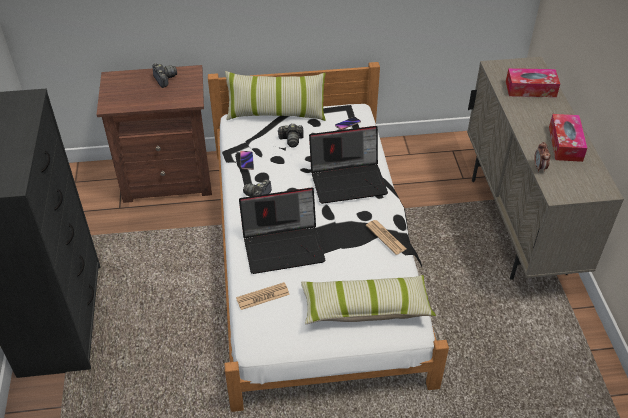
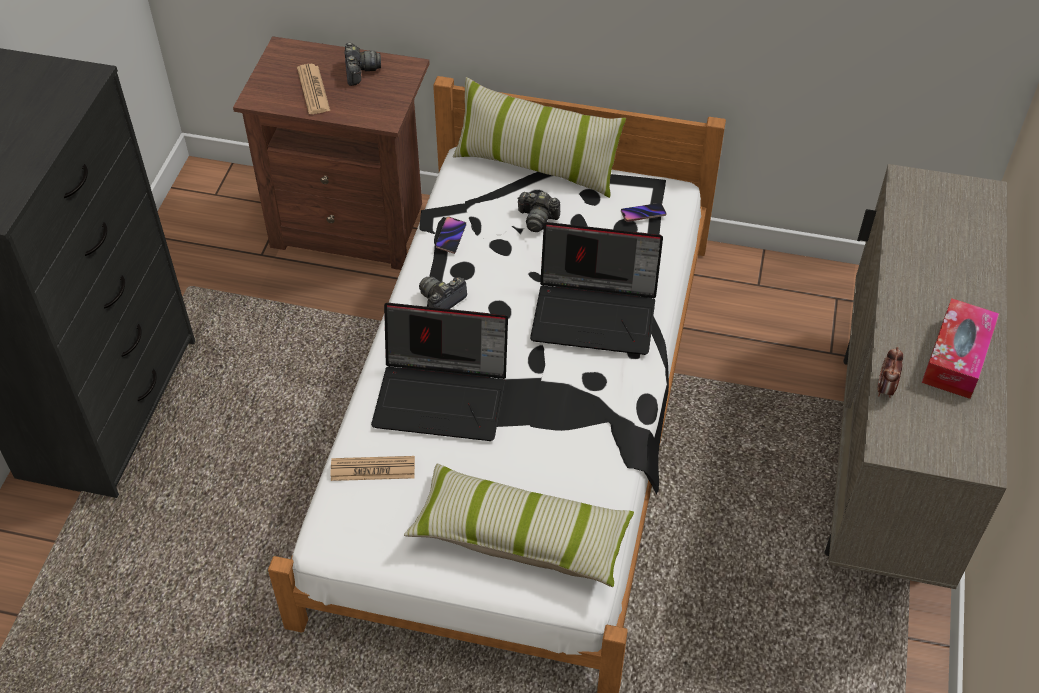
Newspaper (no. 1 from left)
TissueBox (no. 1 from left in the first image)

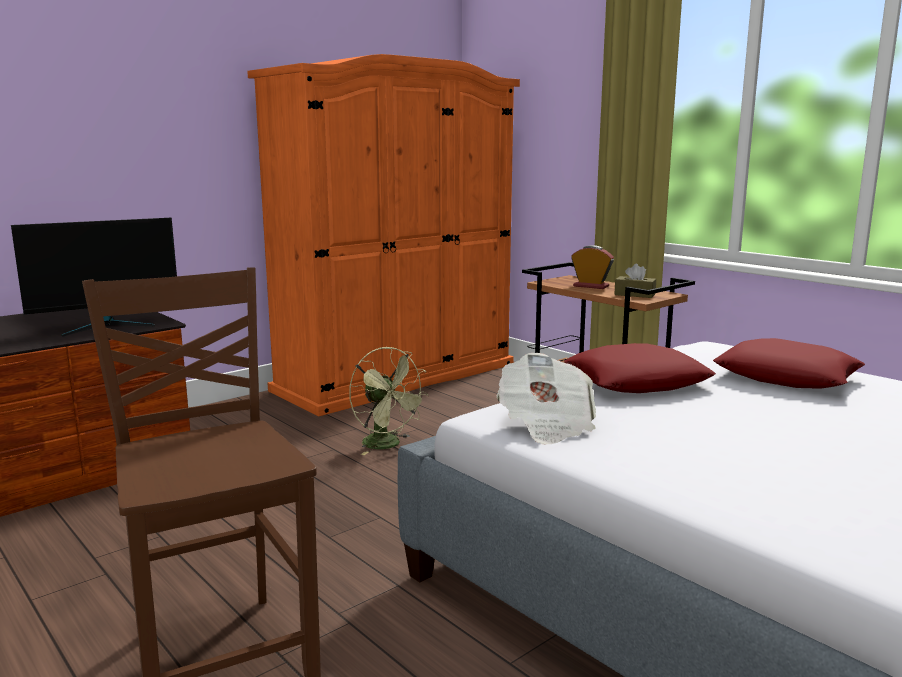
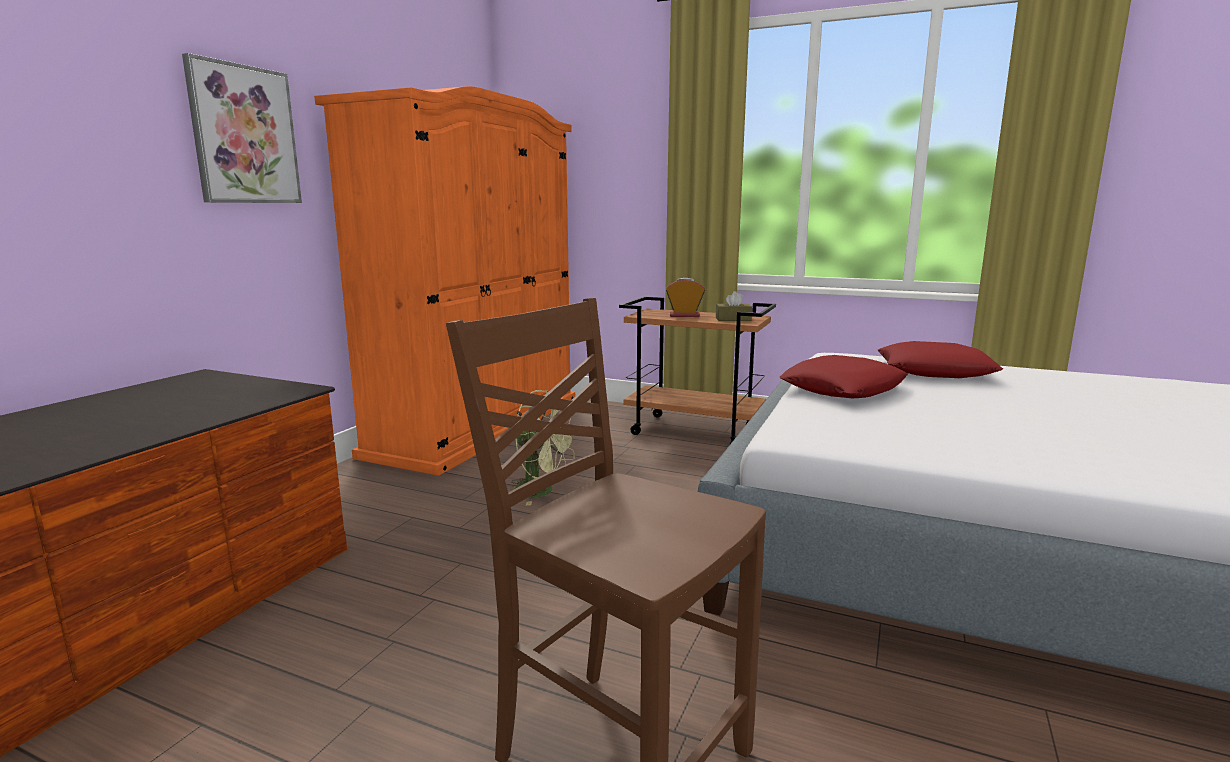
Picture
Monitor
Newspaper

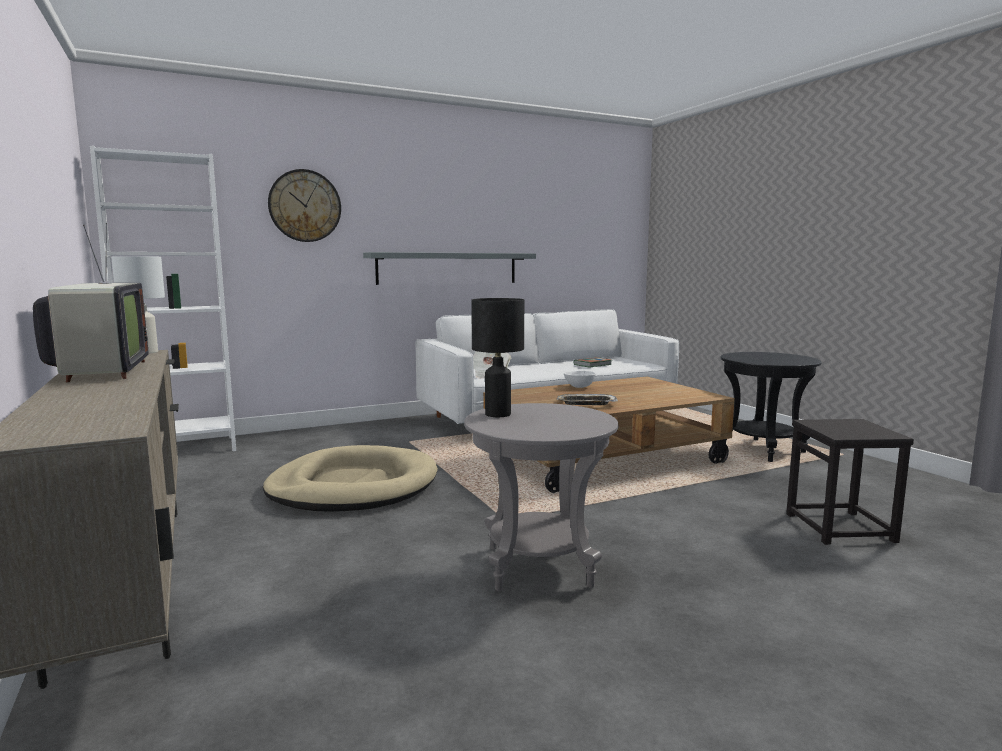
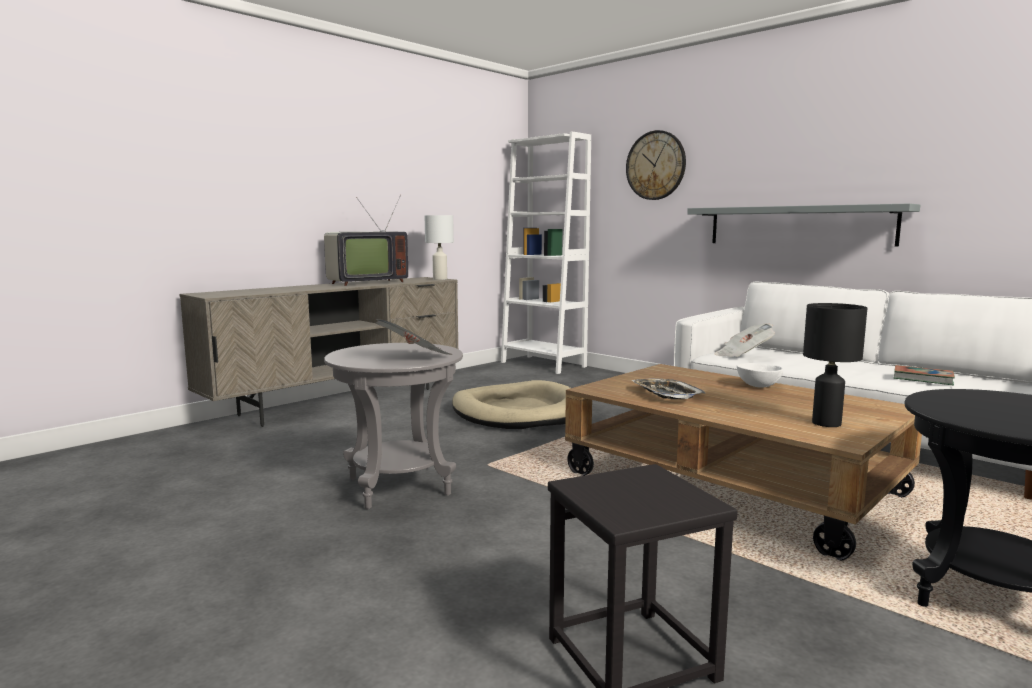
Newspaper (no. 1 from left)
BlackTableLamp

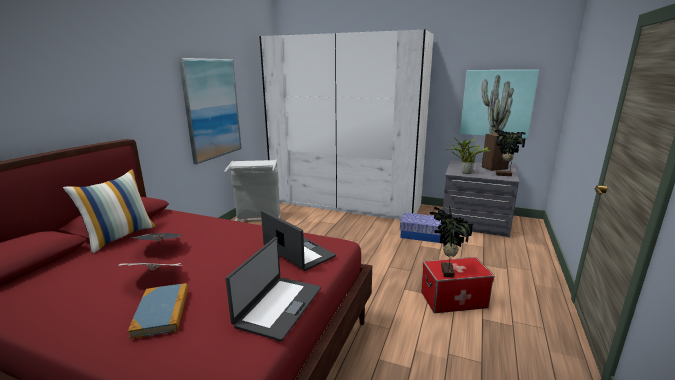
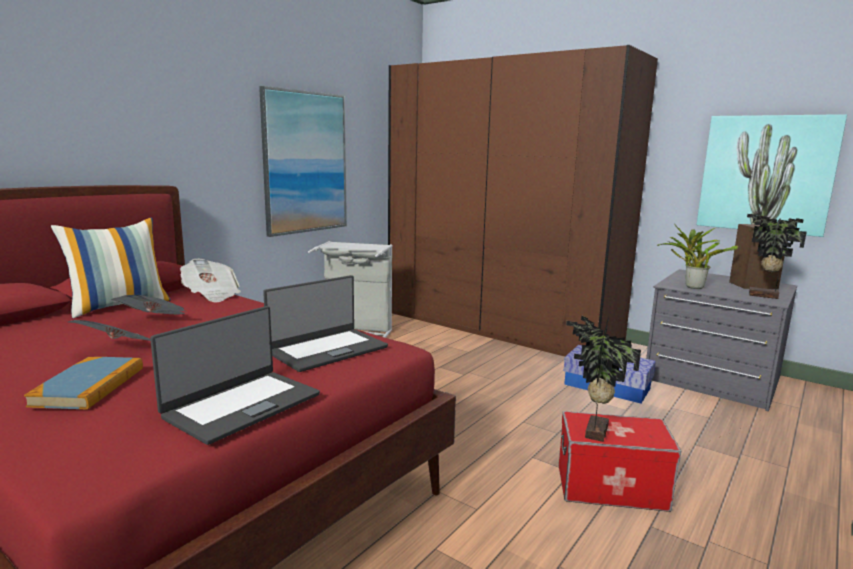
Newspaper (no. 3 from left)
Laptop (no. 2 from left)
BrownWardrobe

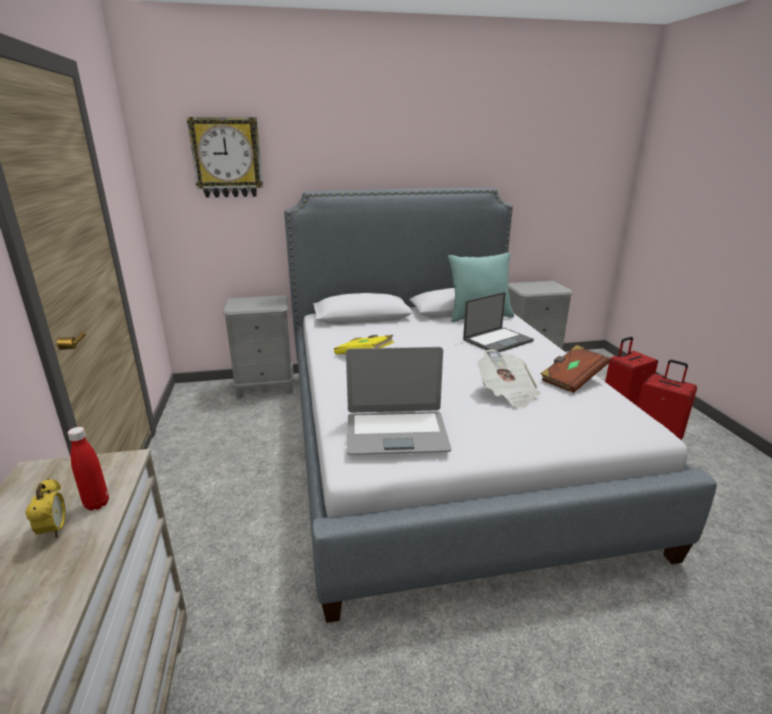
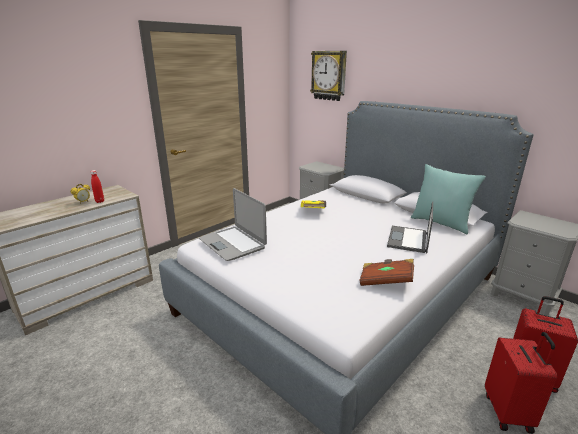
Laptop (no. 2 from left)
Newspaper

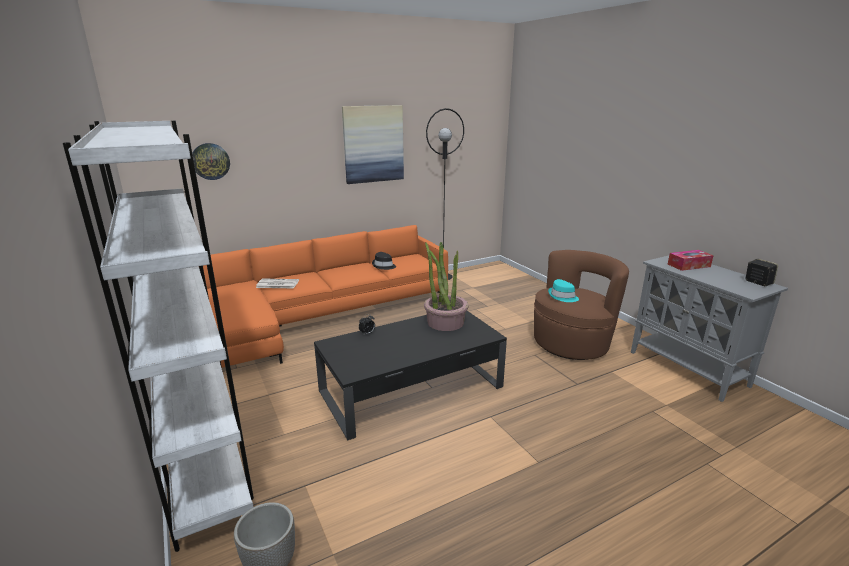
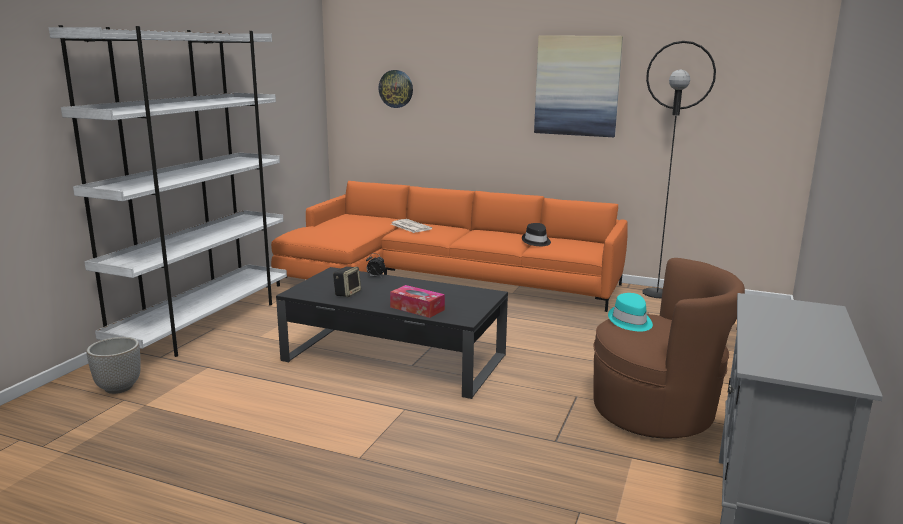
Speaker
TissueBox
PottedPlant

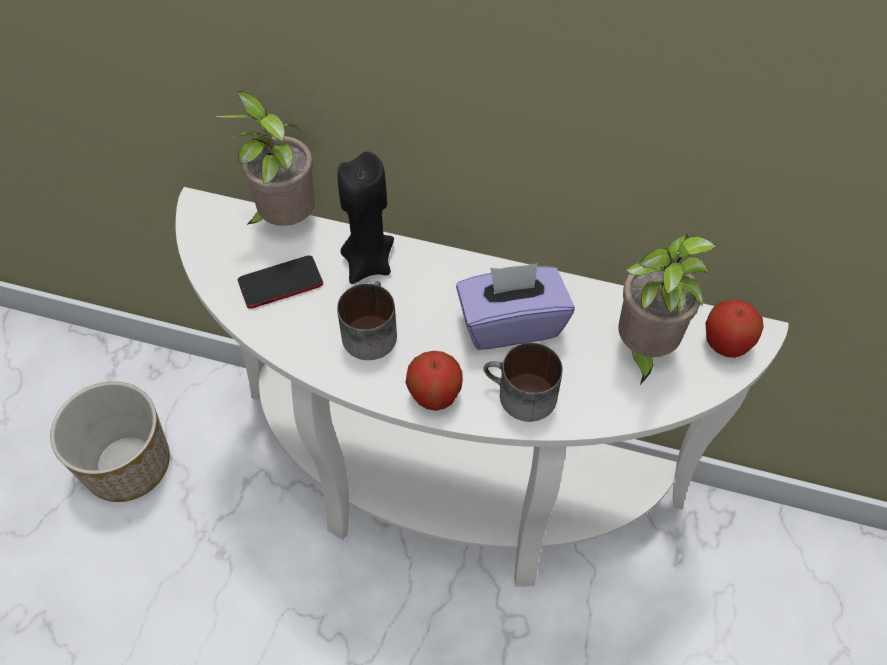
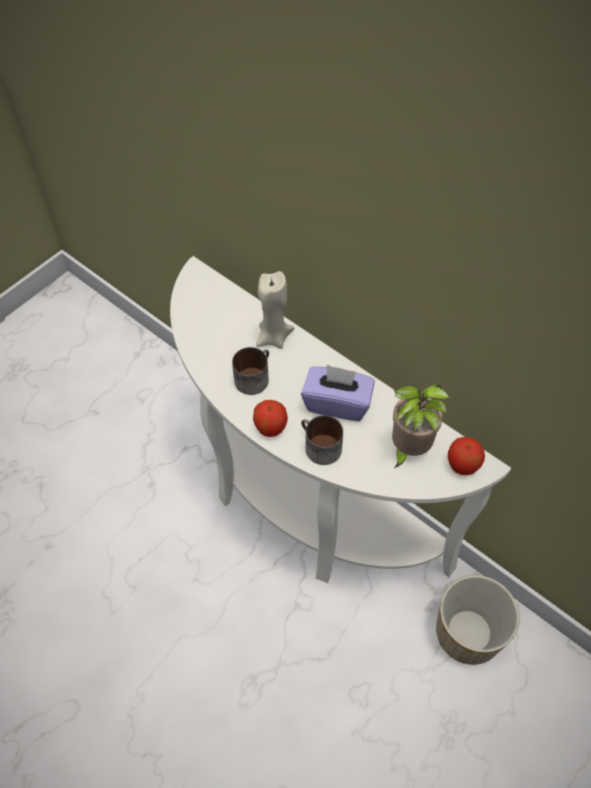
BeigeCandle
Planter
PottedPlant (no. 1 from left in the first image)
Phone

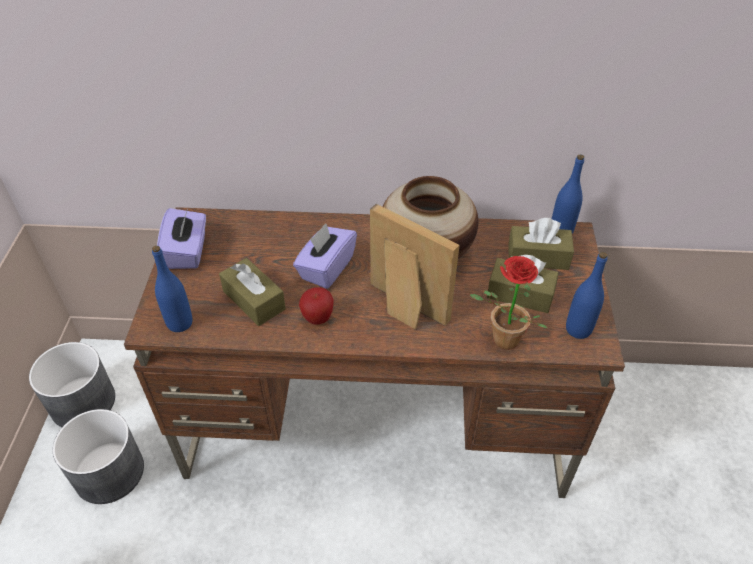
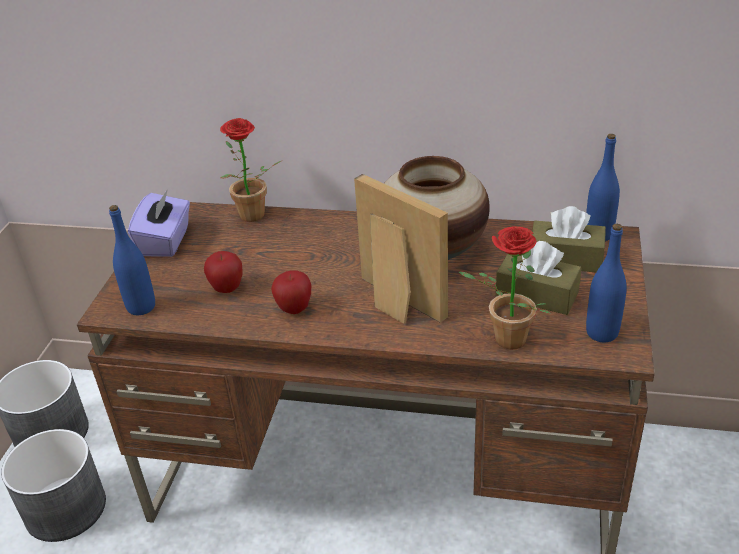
Apple (no. 1 from left)
PottedPlant (no. 1 from left)
PurpleTissueBox (no. 2 from left in the first image)

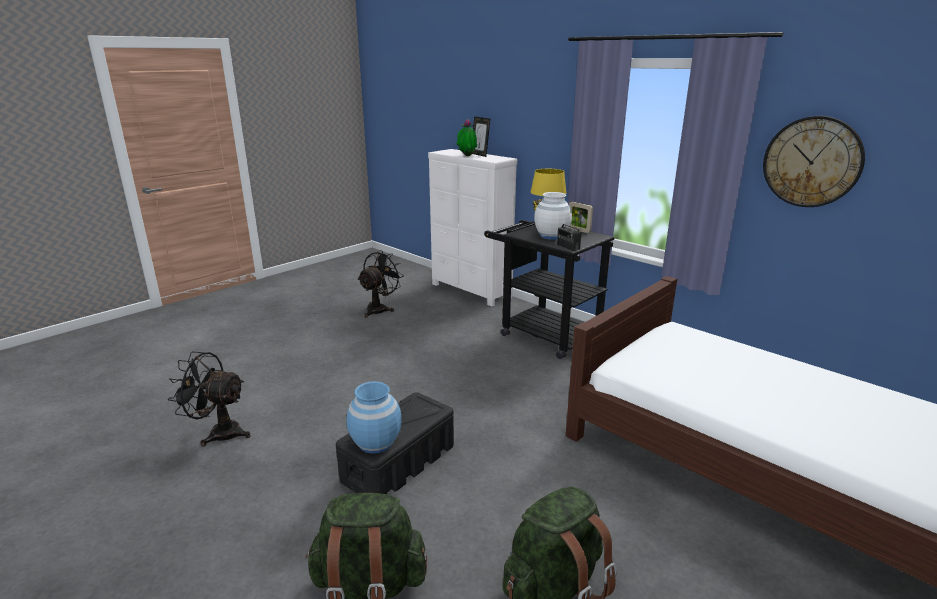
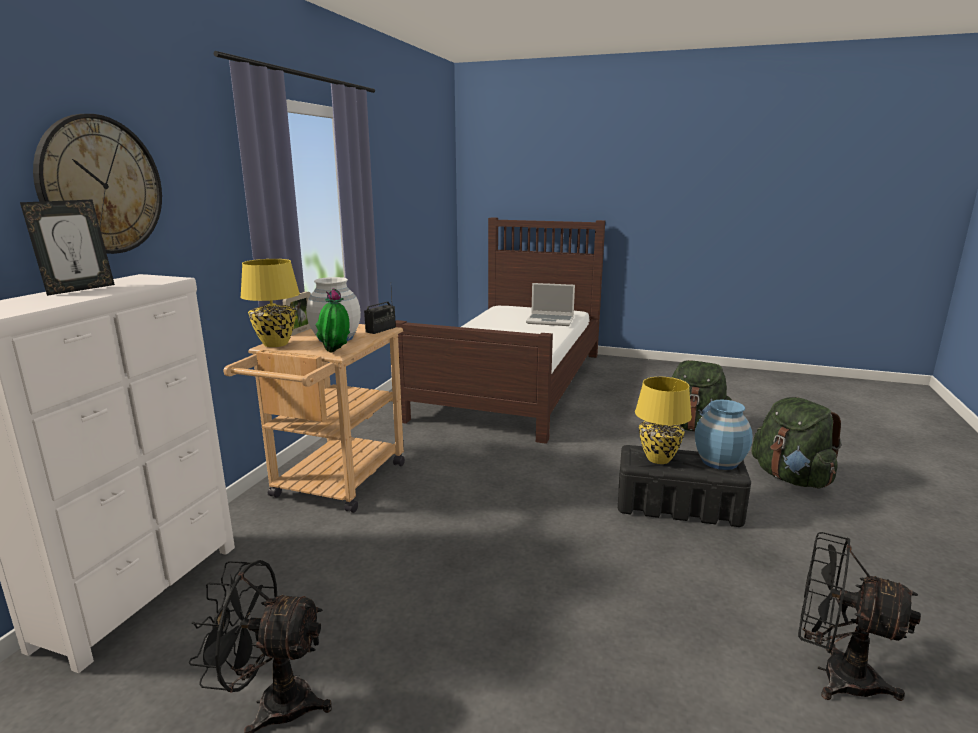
WallClock
BeigeCart
PottedPlant
Laptop
YellowTableLamp (no. 2 from left)
BlackFan (no. 2 from left)

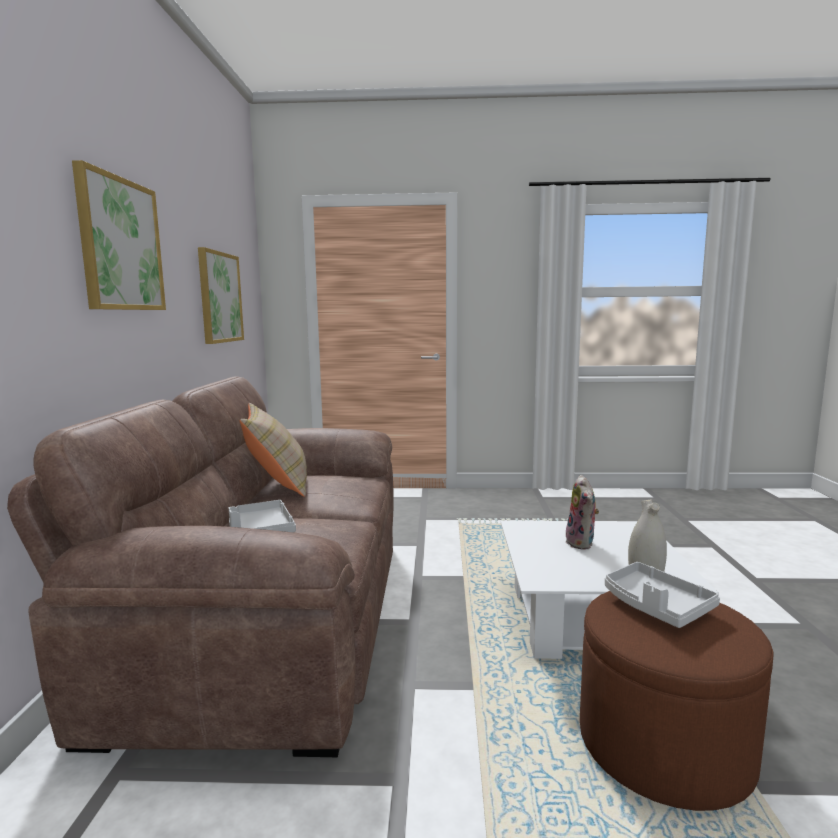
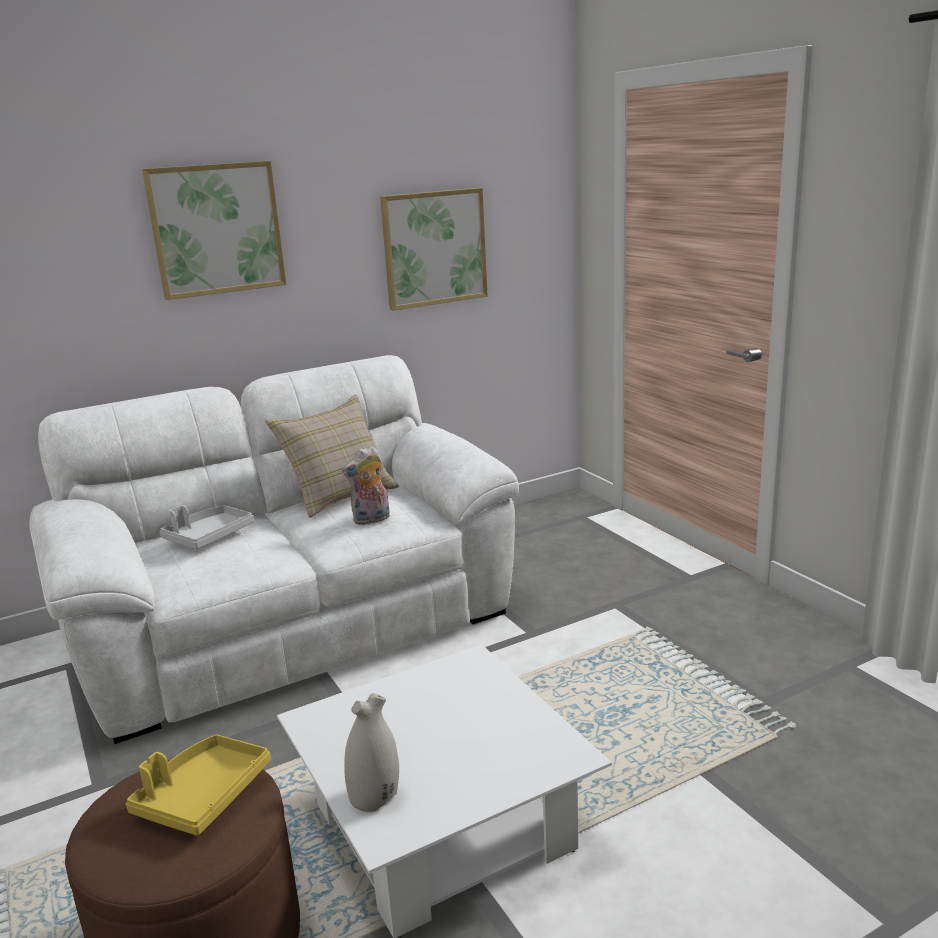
WhiteSofa
YellowTray
PlushToy

